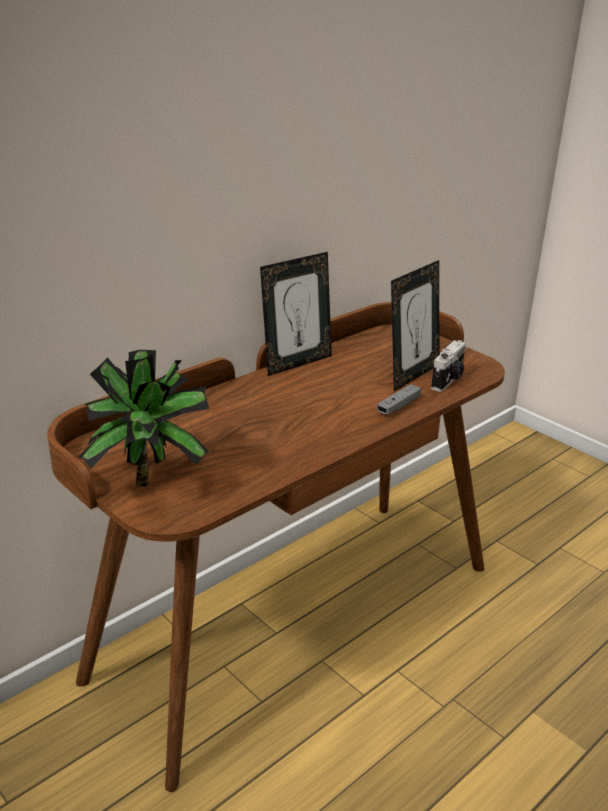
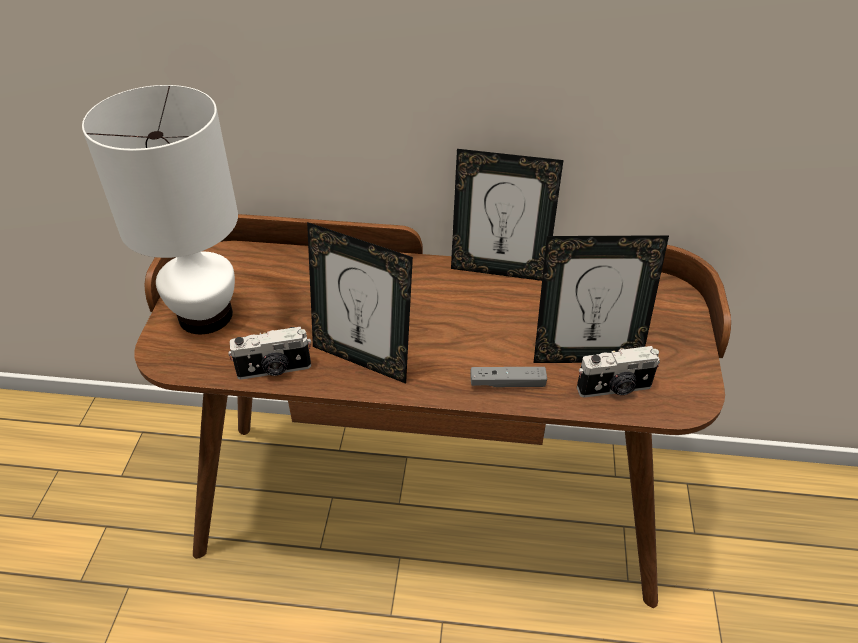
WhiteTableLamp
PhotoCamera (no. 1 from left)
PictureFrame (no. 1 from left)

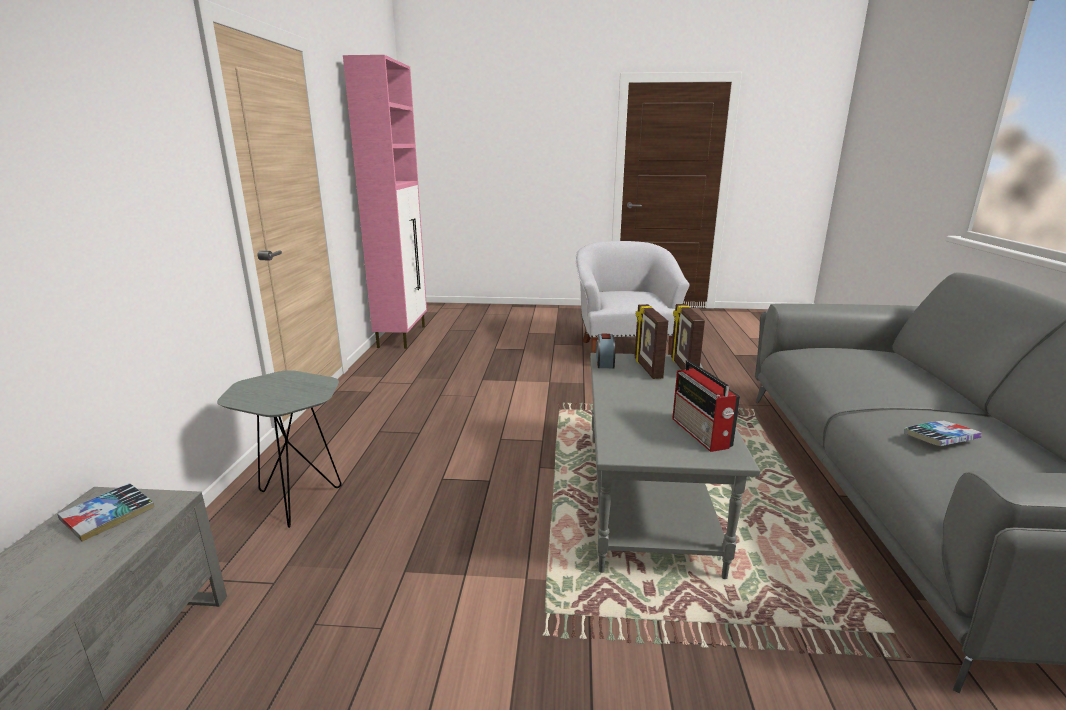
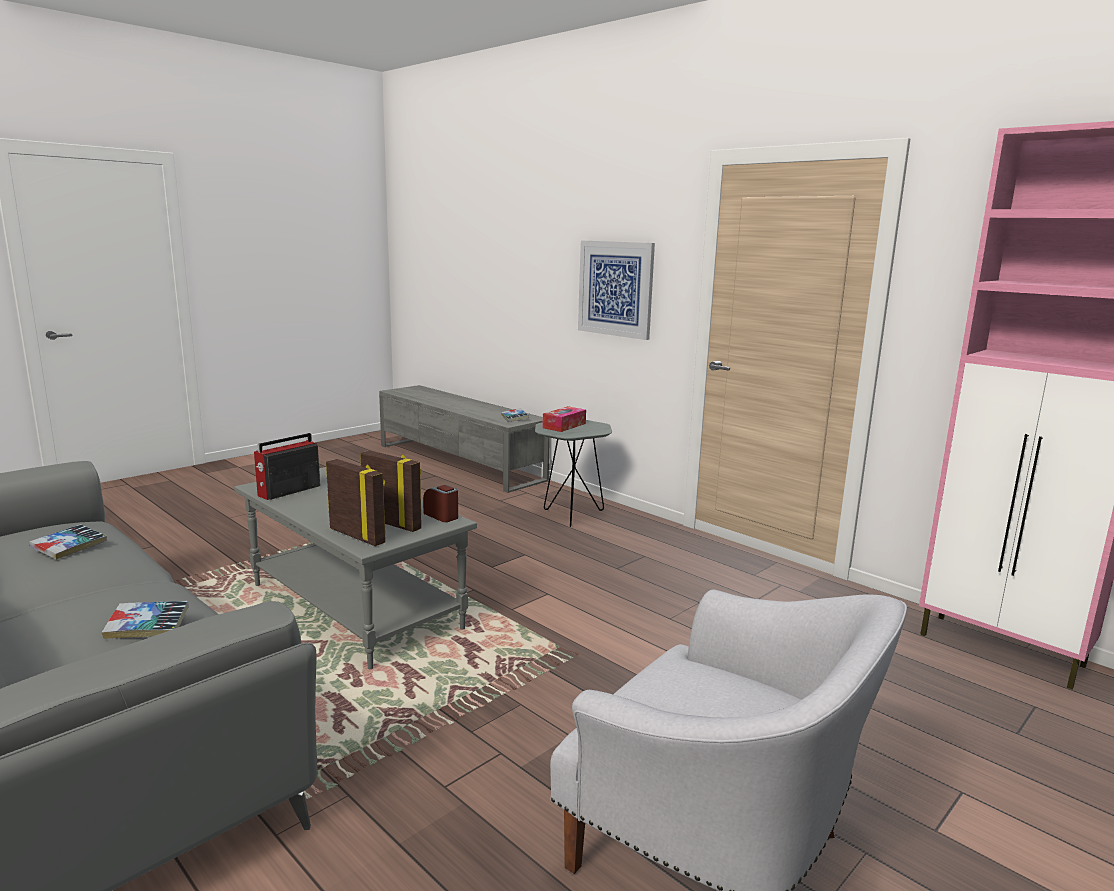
Book (no. 2 from left)
Radio
TissueBox
Picture

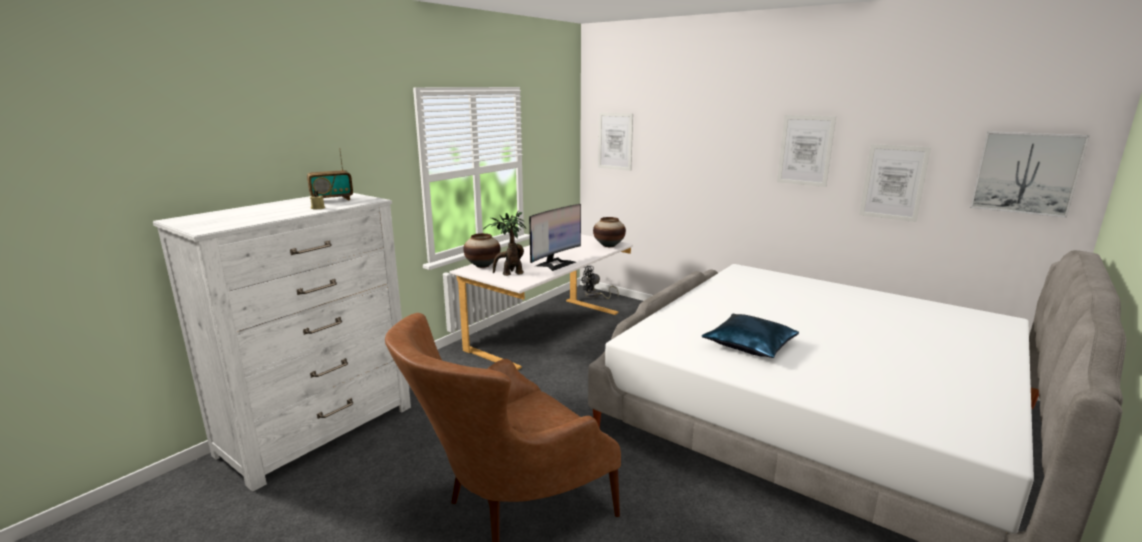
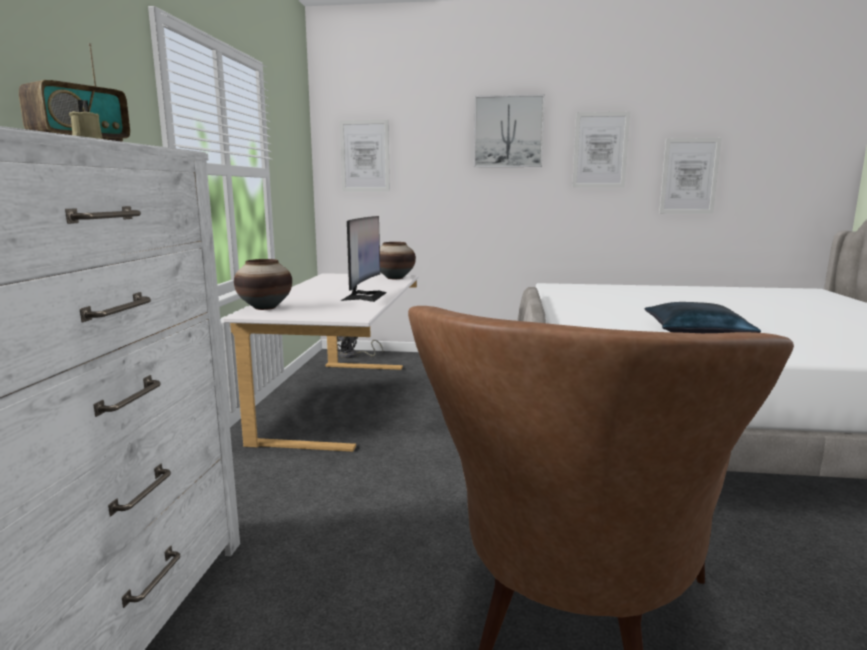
Picture (no. 2 from left)
PottedPlant

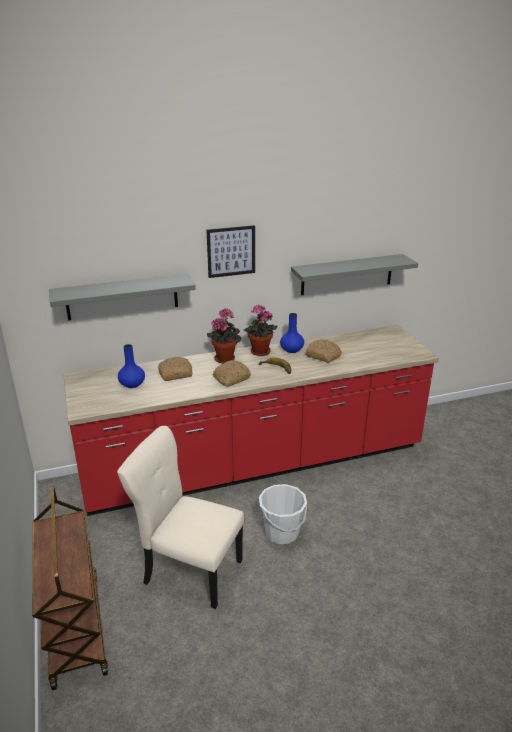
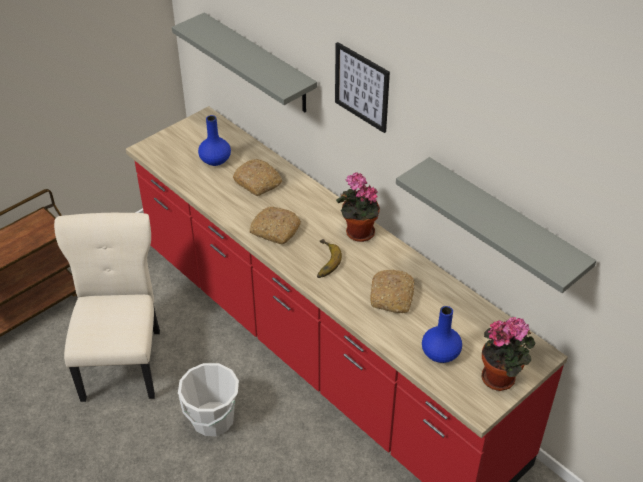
BlueVase (no. 2 from left)
PottedPlant (no. 2 from left)

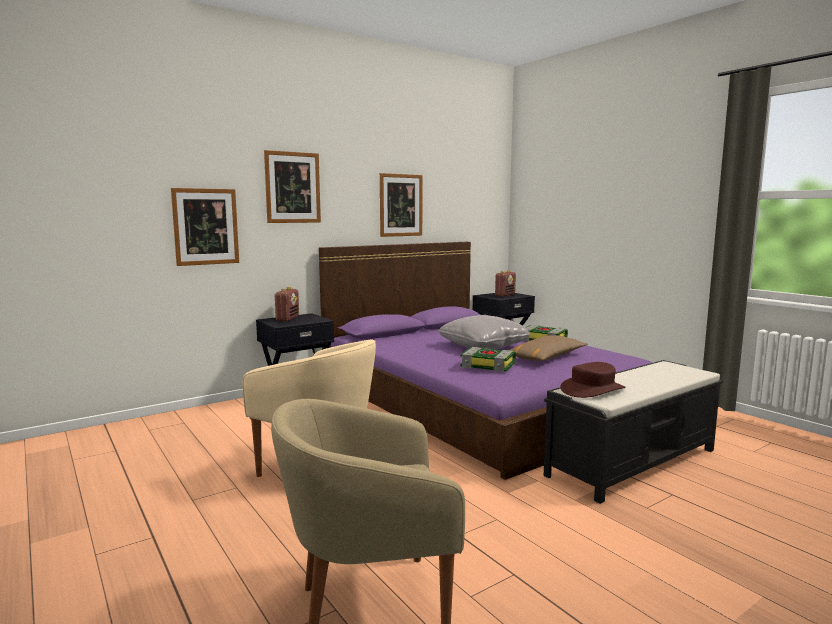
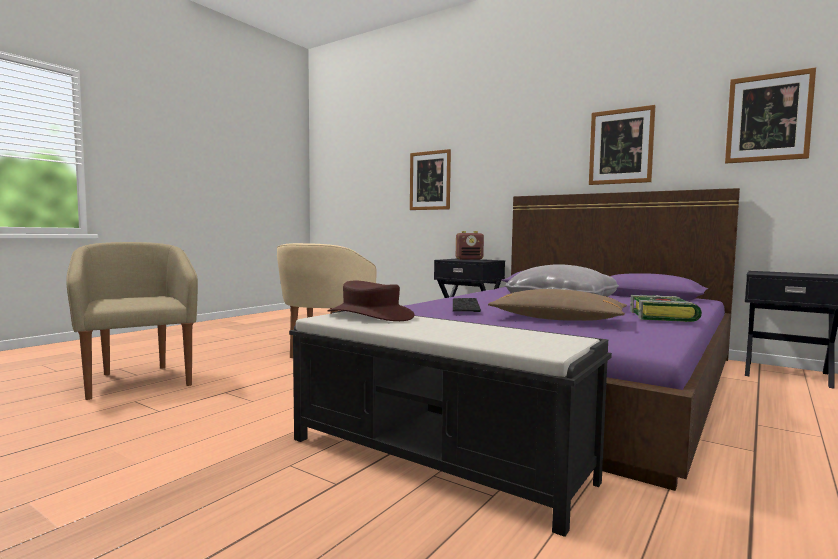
Keyboard
Picture (no. 3 from left)
Radio (no. 2 from left in the first image)

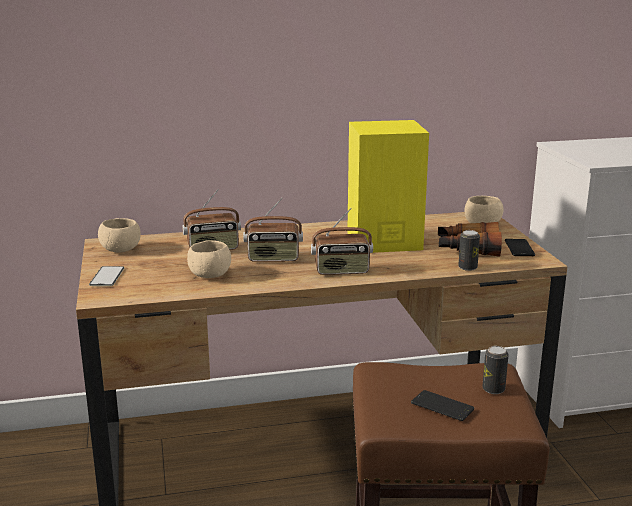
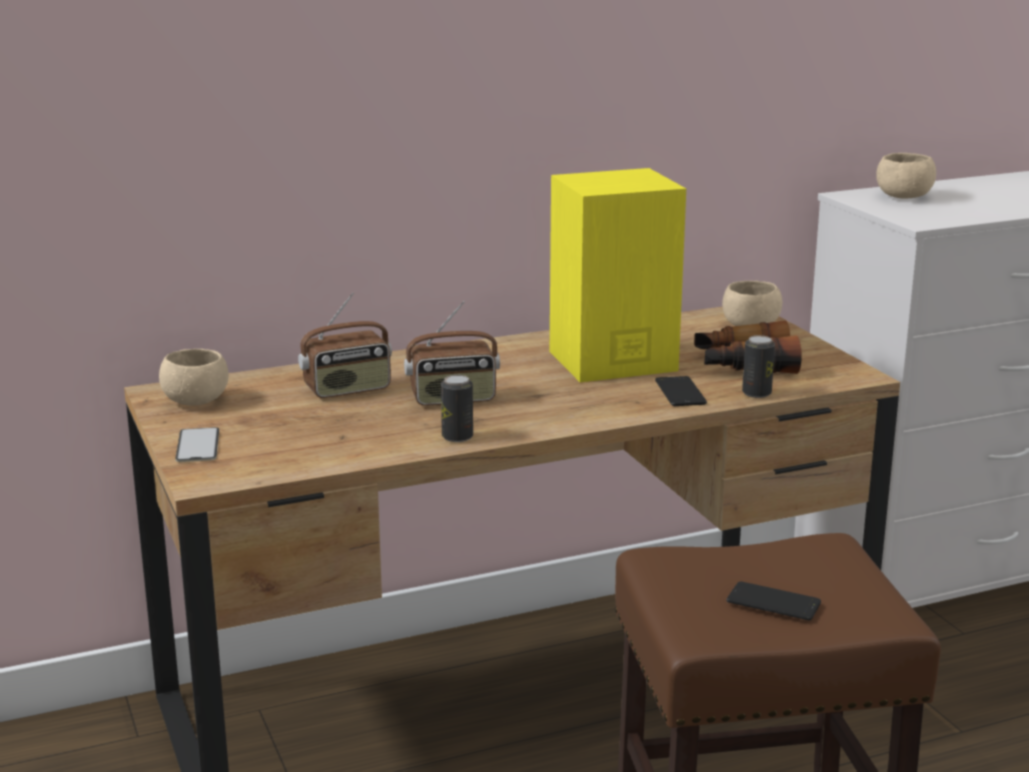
Can (no. 1 from left)
Phone (no. 2 from left)
BeigeBowl (no. 3 from left)
Radio (no. 3 from left in the first image)

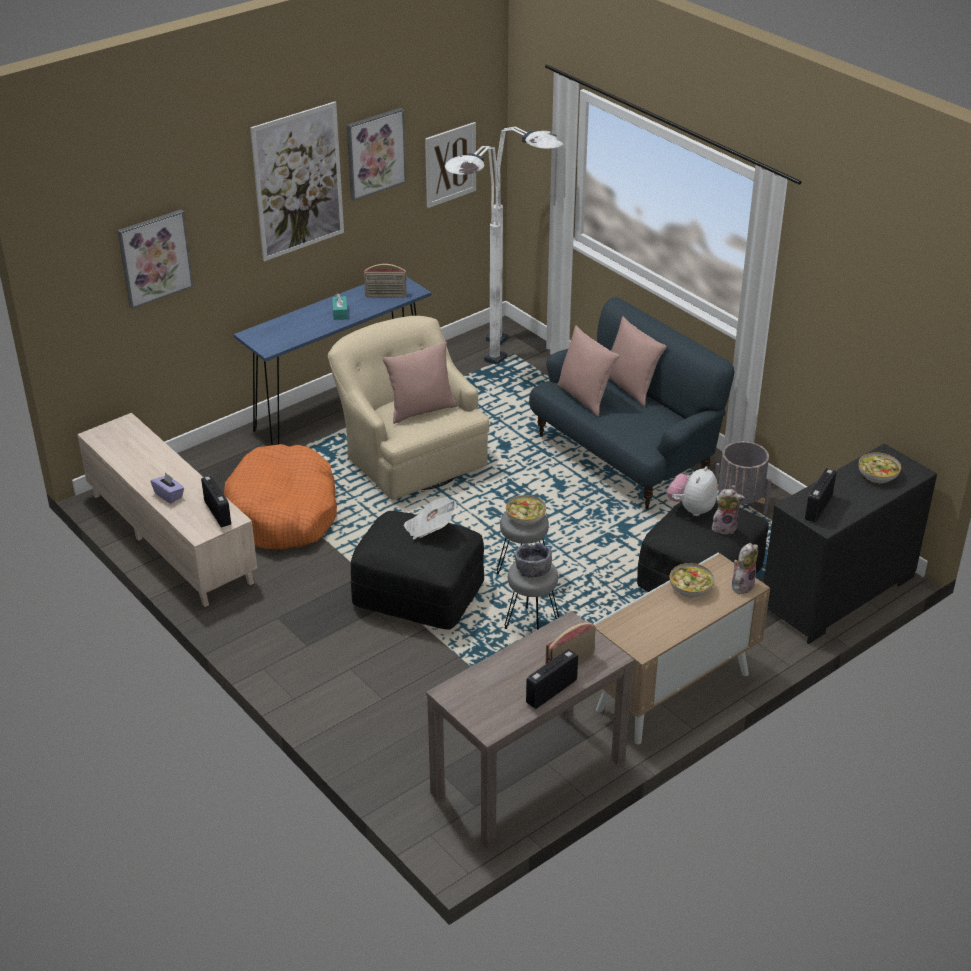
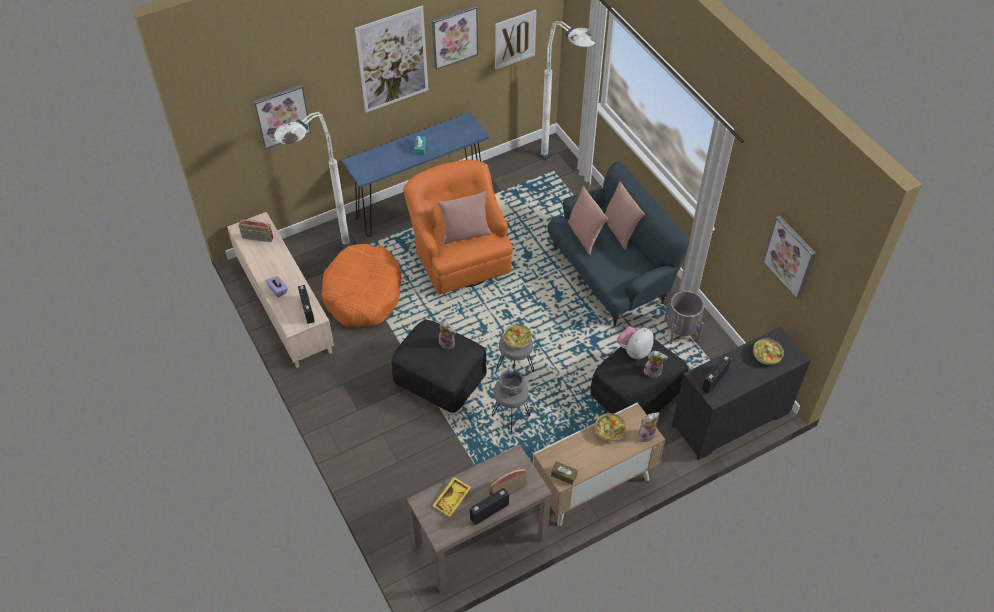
Radio (no. 1 from left)
WhiteFloorLamp (no. 1 from left)
OrangeArmchair
YellowTray
PlushToy (no. 1 from left)
BrownTissueBox
Picture (no. 5 from left)

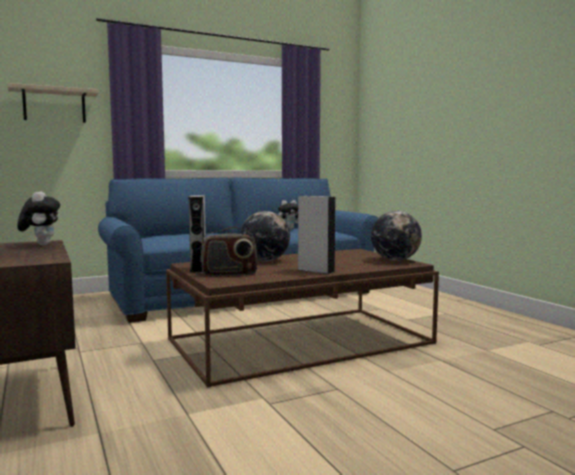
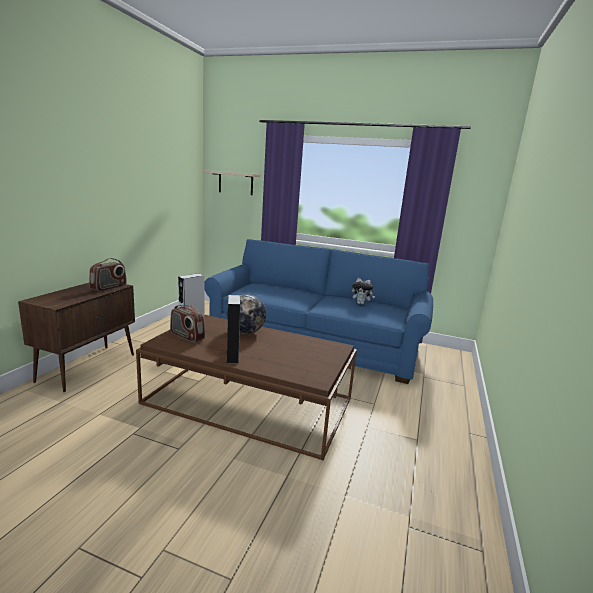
Radio (no. 1 from left)
Globe (no. 2 from left in the first image)

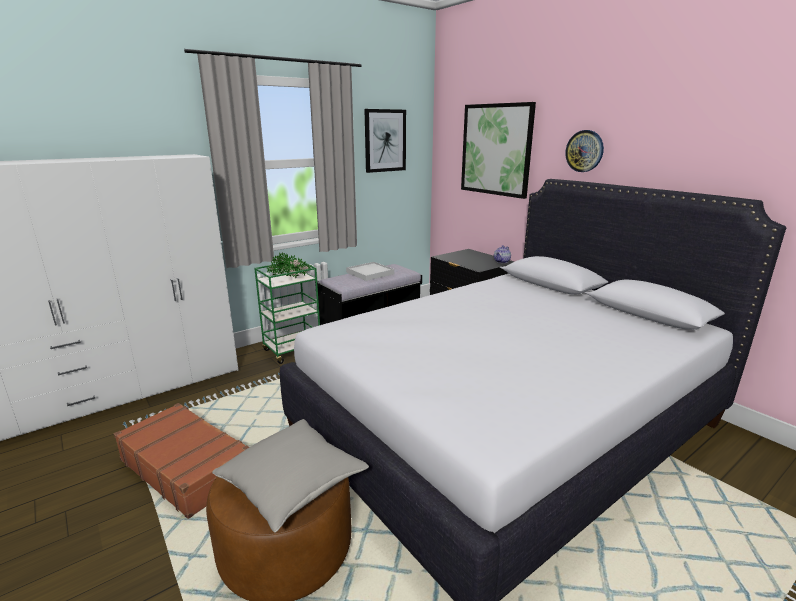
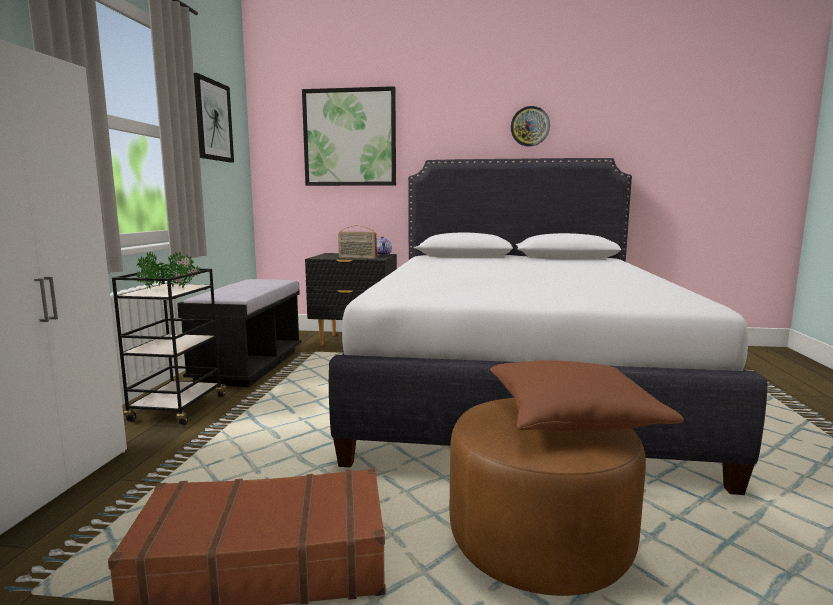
BlackCart
Radio
BrownPillow
WallClock
WhiteTray

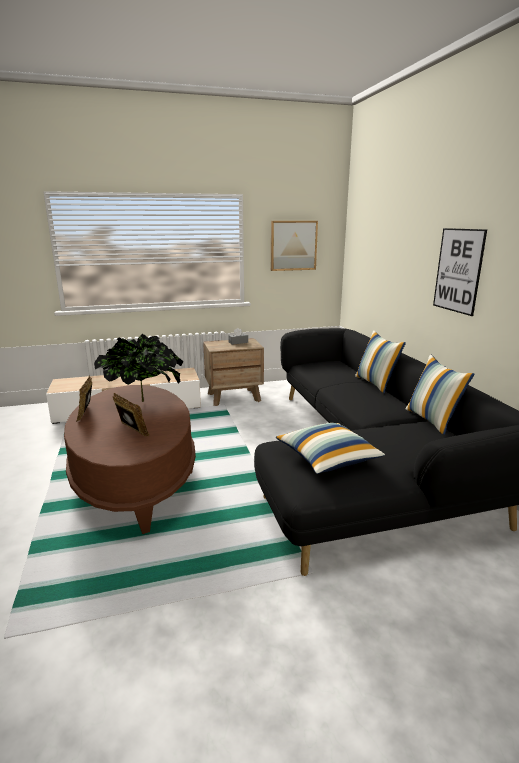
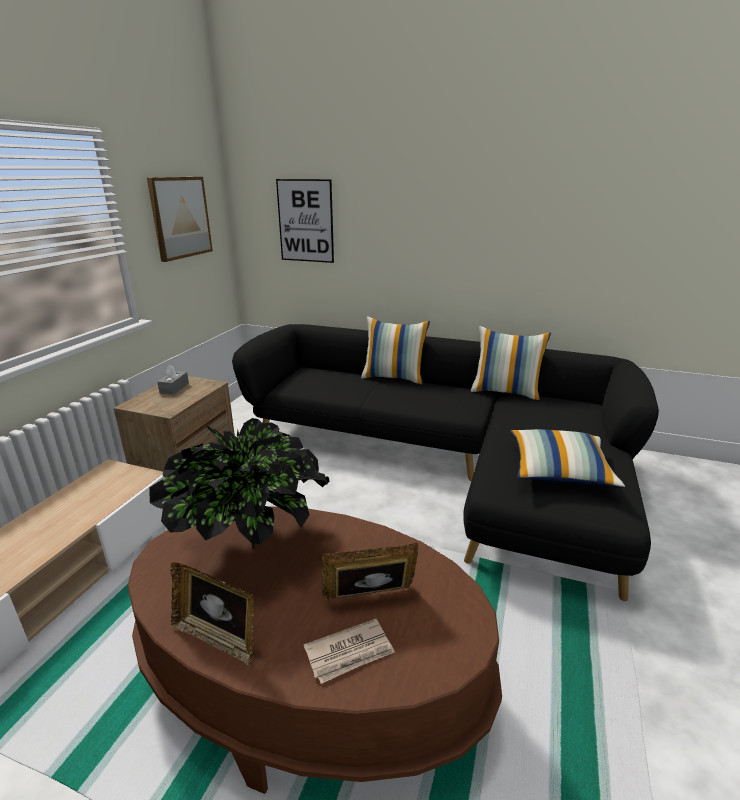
Picture (no. 2 from left)
Newspaper

